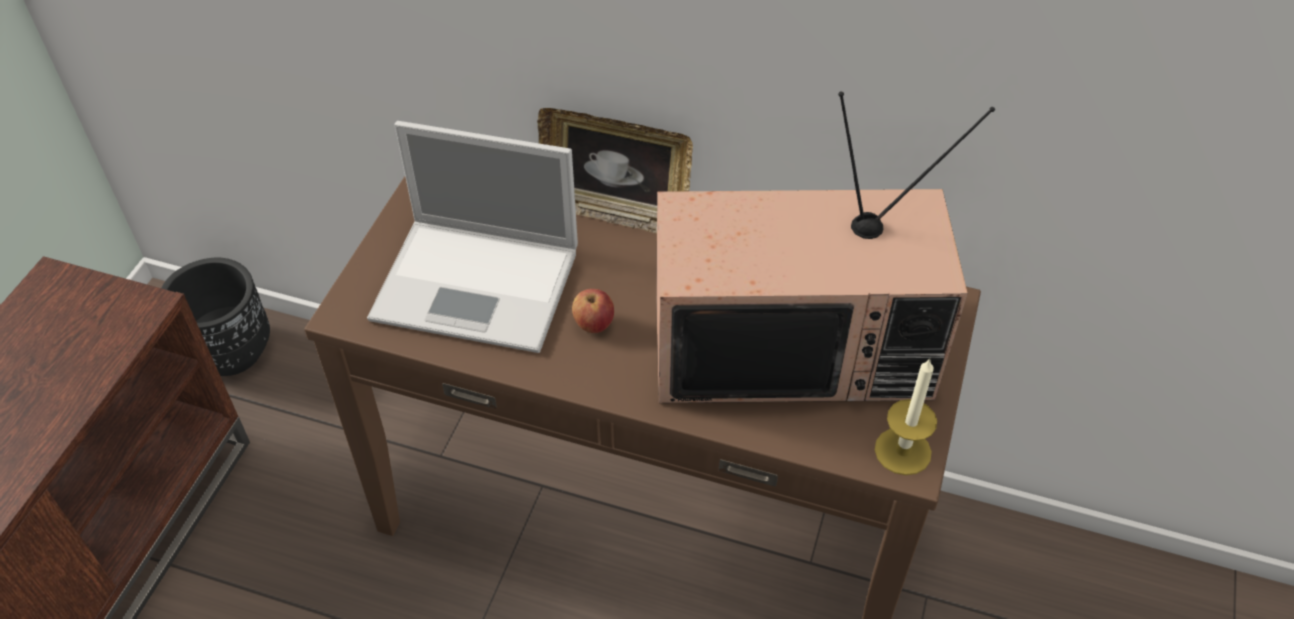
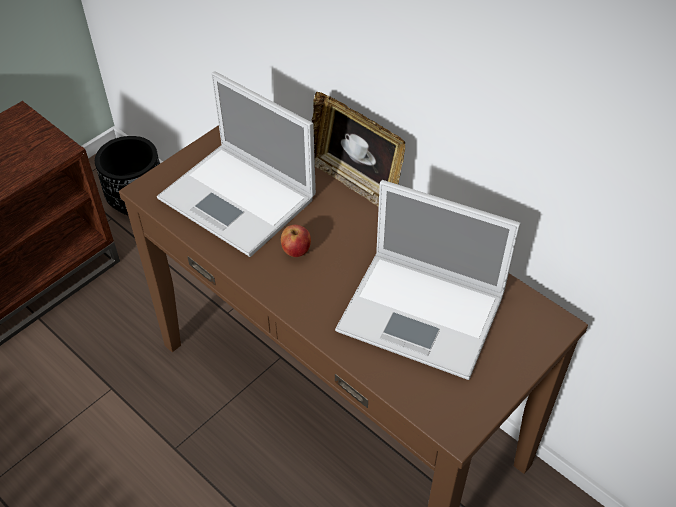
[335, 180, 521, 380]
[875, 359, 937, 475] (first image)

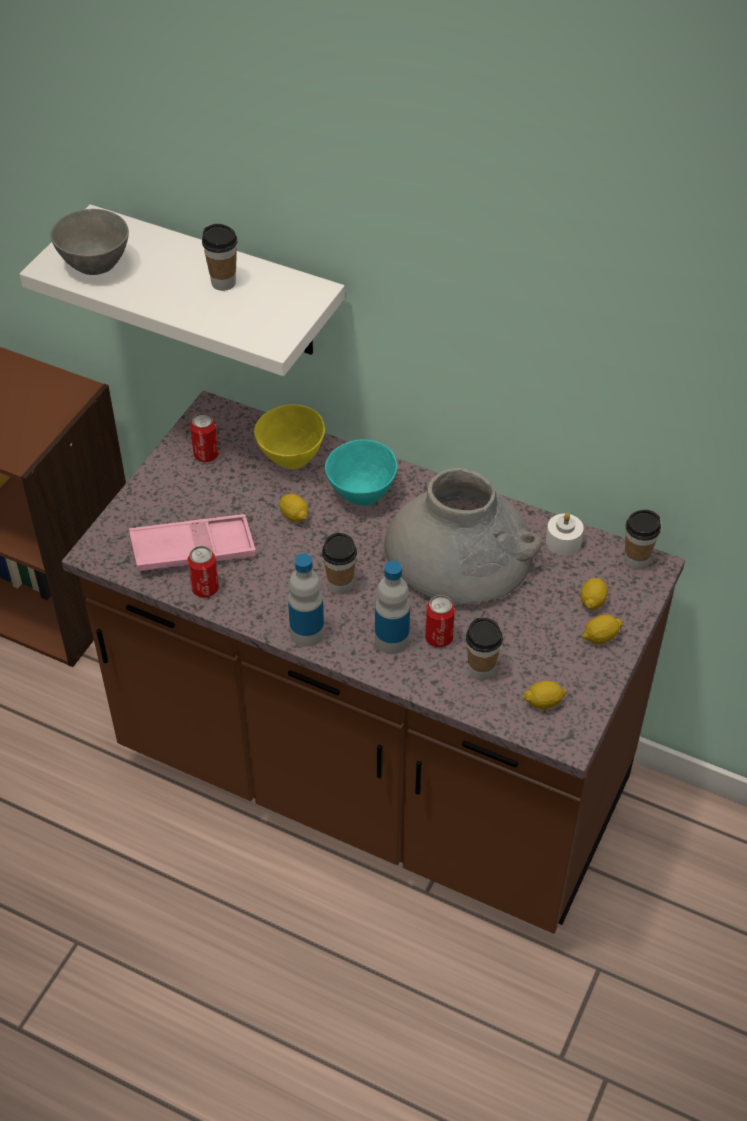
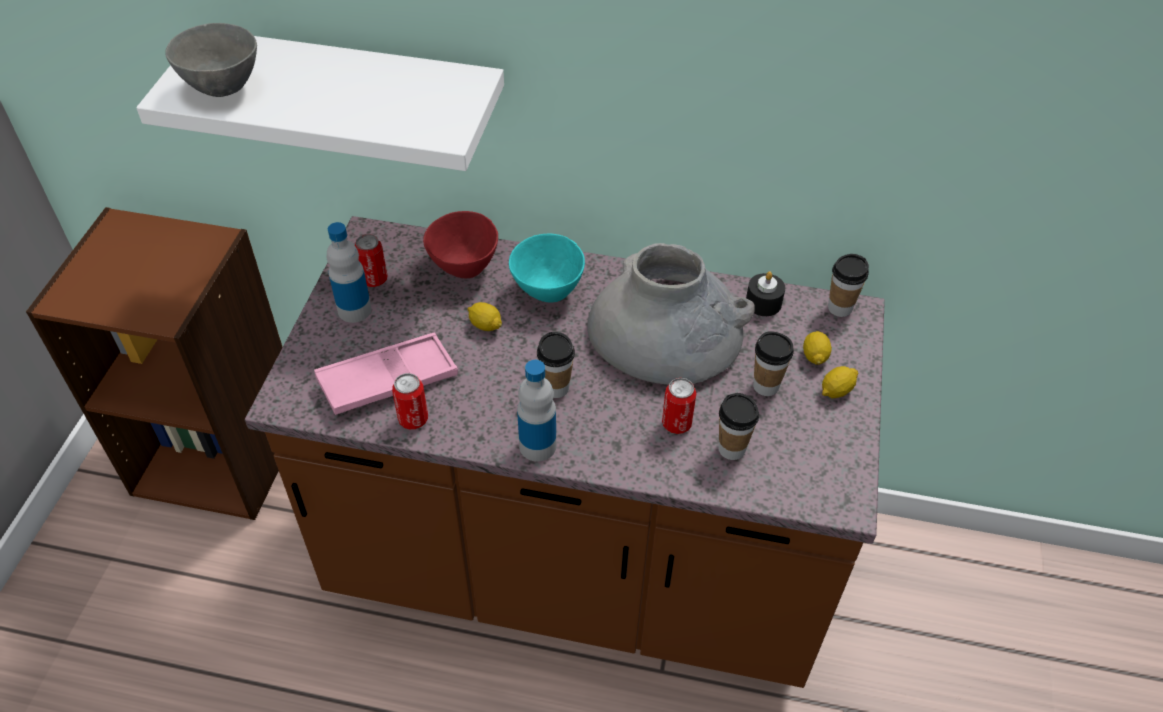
[753, 331, 794, 396]
[423, 211, 498, 278]
[746, 272, 785, 316]
[327, 222, 372, 323]
[523, 681, 568, 709] (first image)

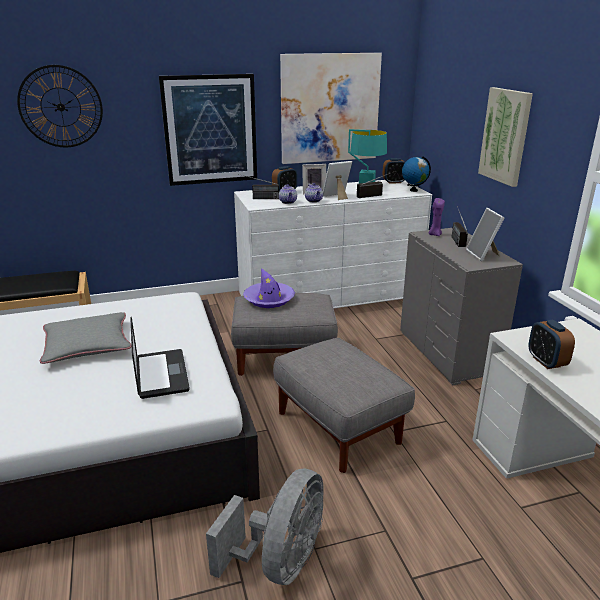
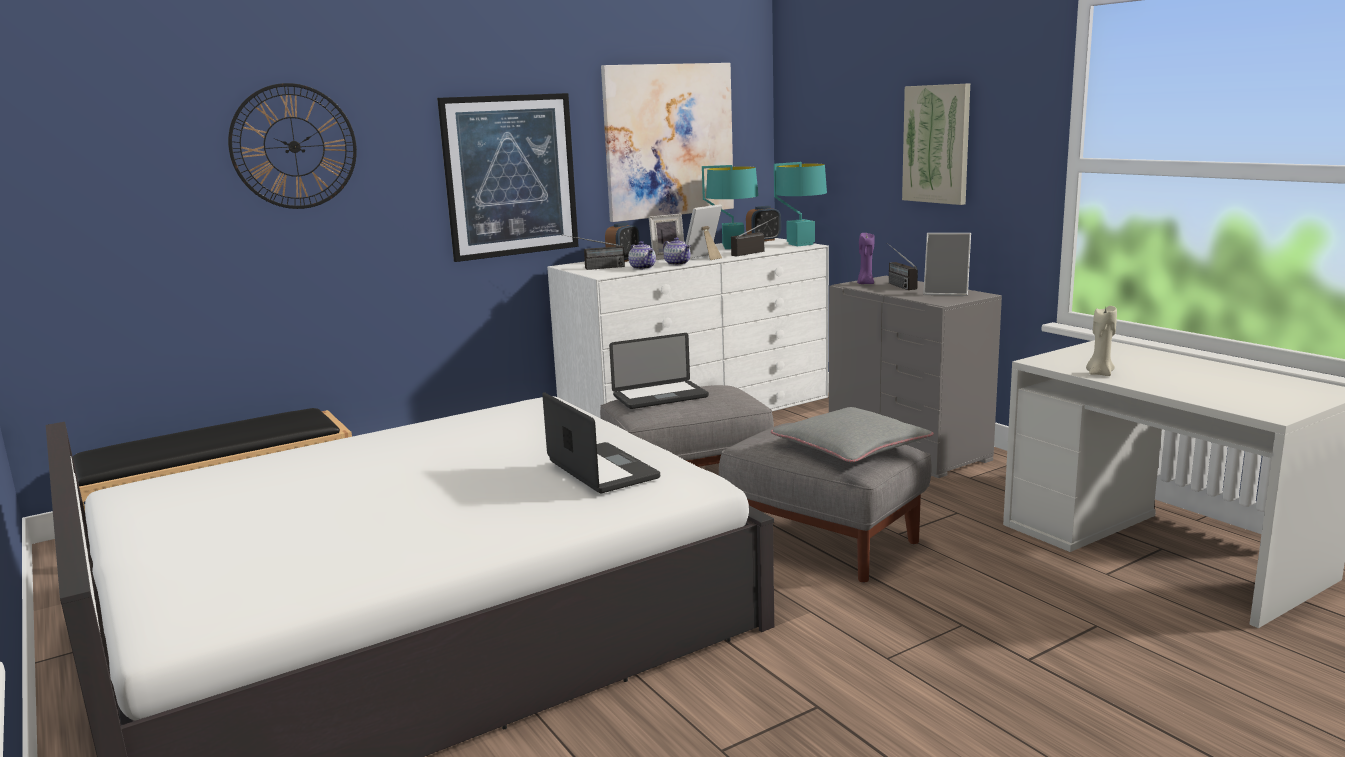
[774, 162, 827, 246]
[923, 233, 971, 296]
[609, 333, 709, 409]
[771, 407, 934, 463]
[1086, 306, 1117, 376]
[206, 469, 324, 585] (first image)

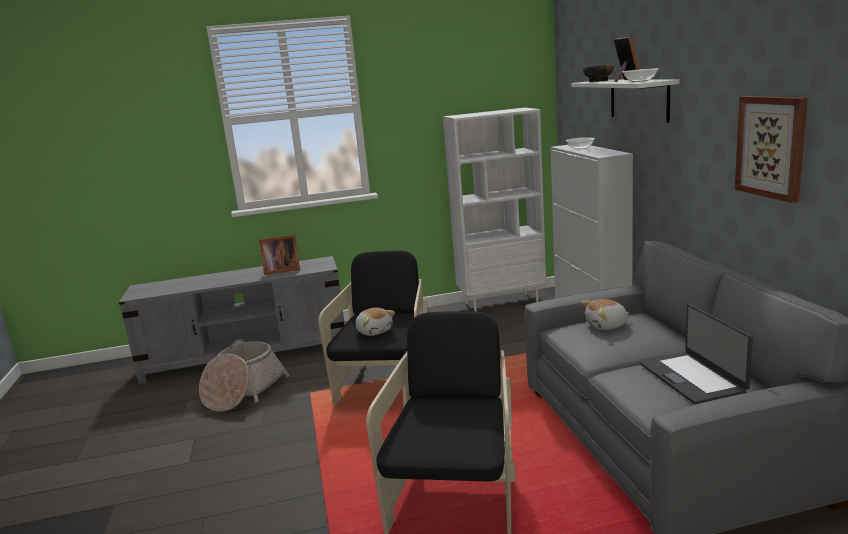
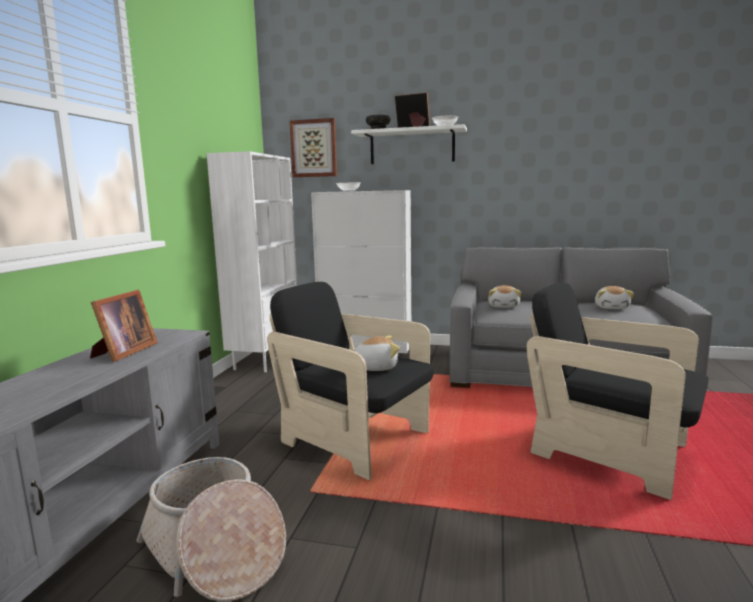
[290, 118, 337, 177]
[595, 286, 634, 309]

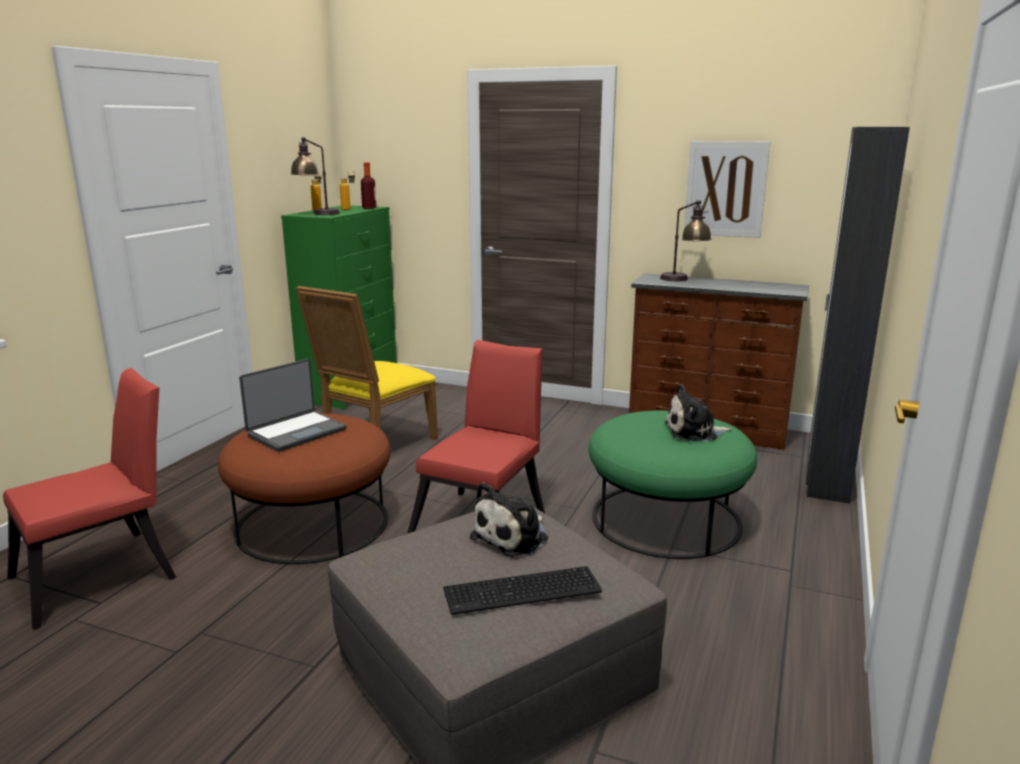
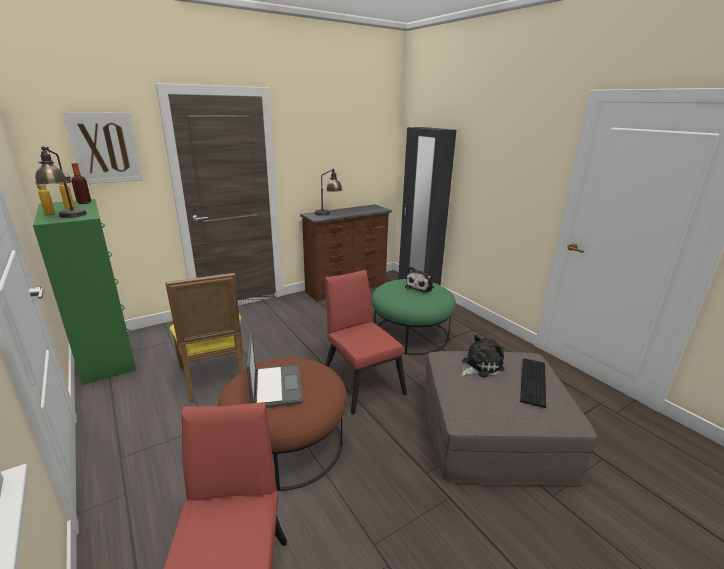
[63, 112, 143, 184]
[461, 335, 504, 377]

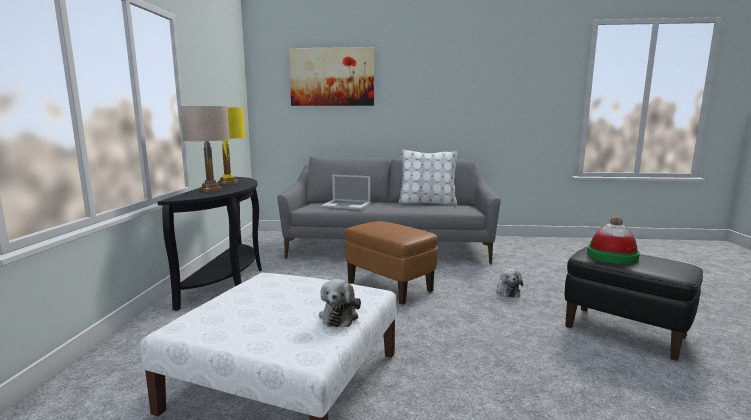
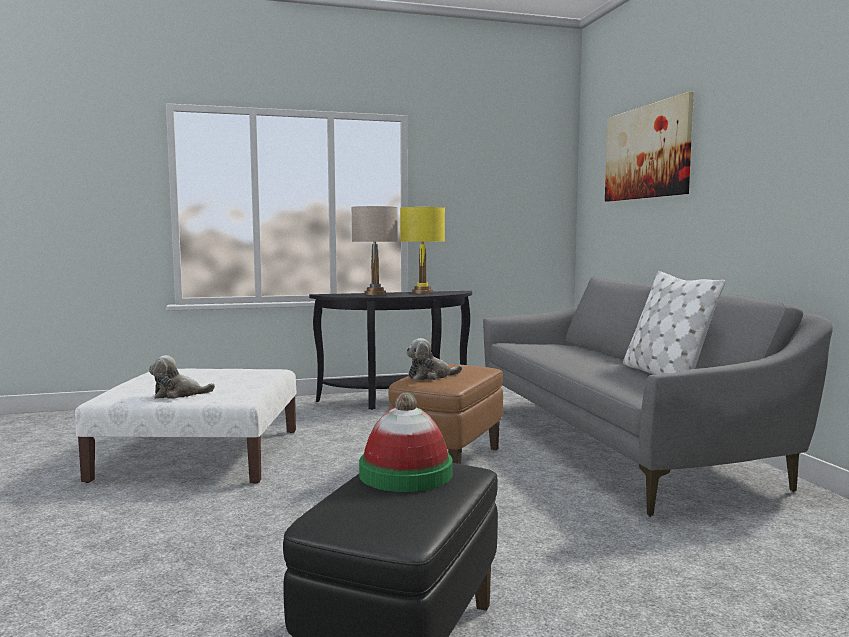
[321, 175, 370, 210] (first image)
[406, 338, 462, 380]

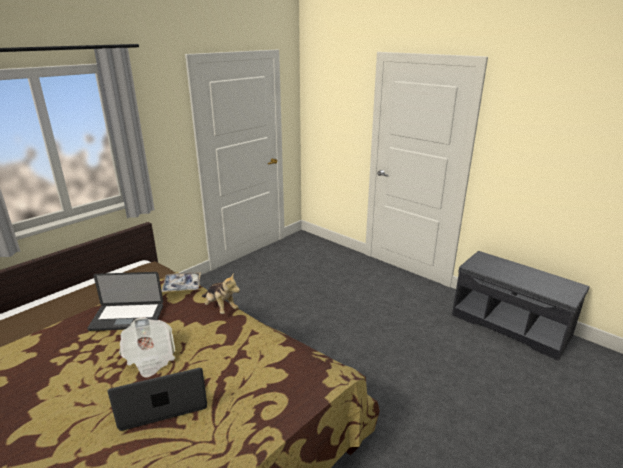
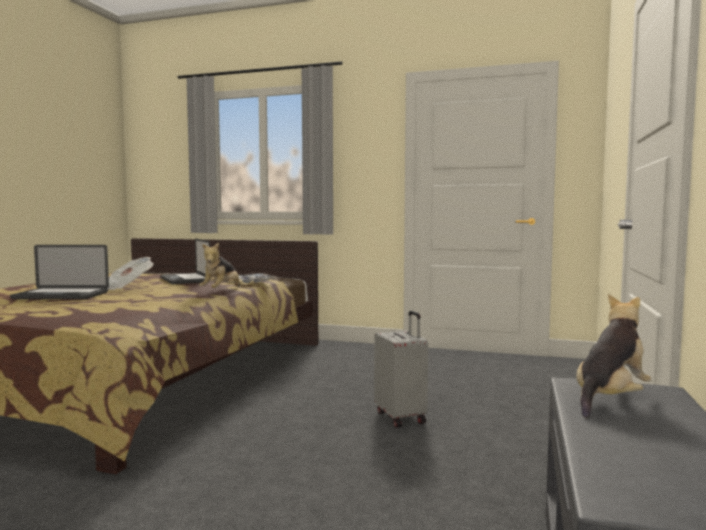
[10, 245, 109, 299]
[576, 294, 652, 418]
[374, 311, 428, 428]

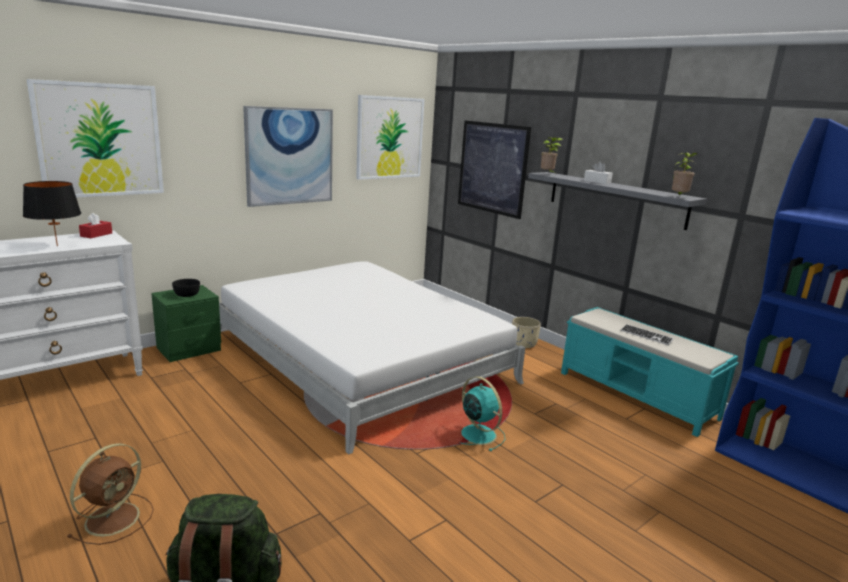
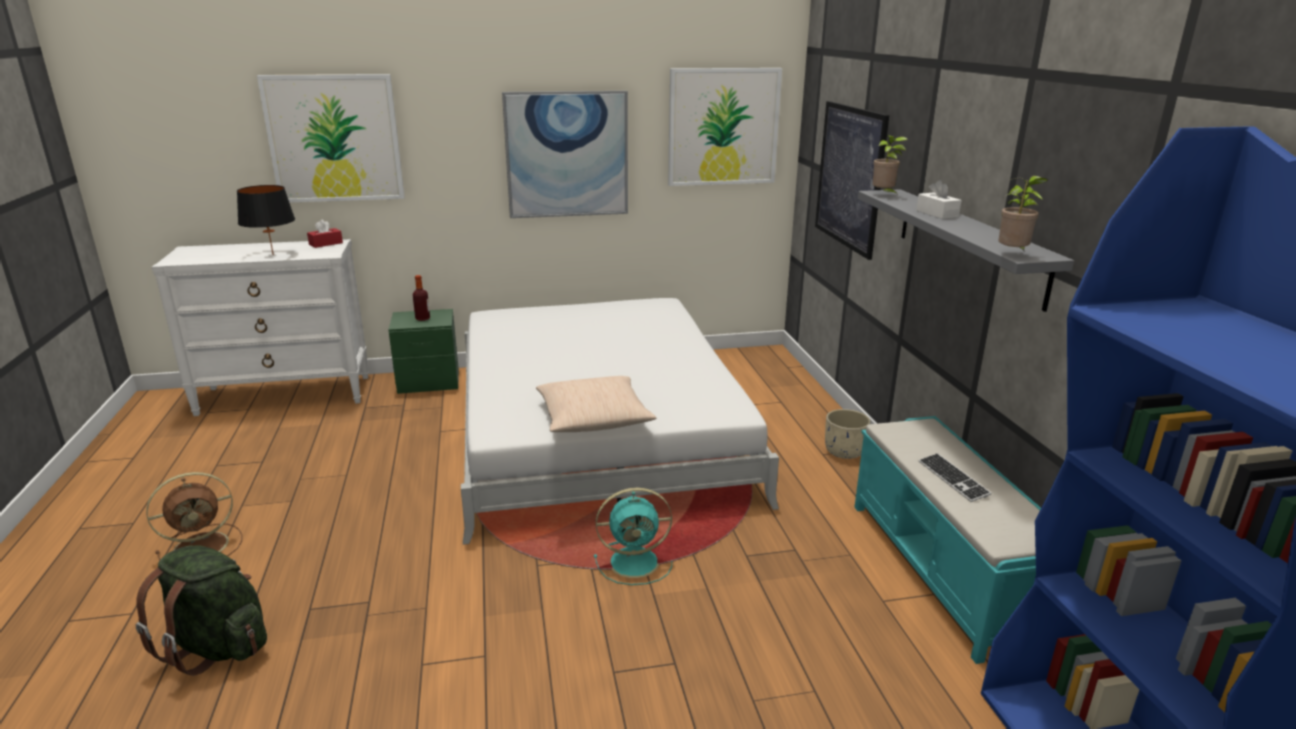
[413, 275, 430, 321]
[594, 488, 672, 585]
[536, 376, 656, 432]

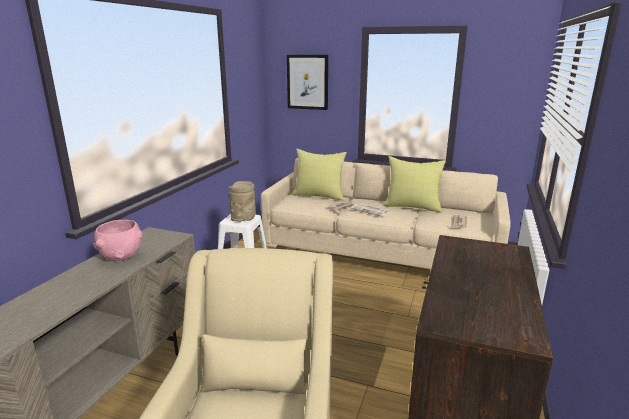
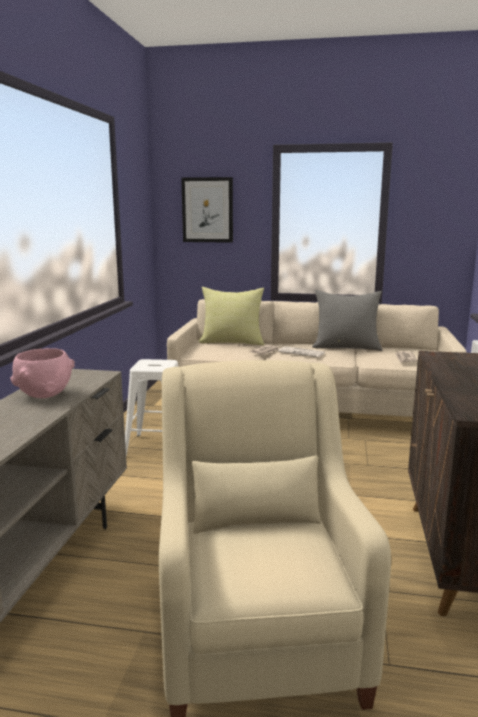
[312, 290, 382, 351]
[229, 181, 256, 222] (first image)

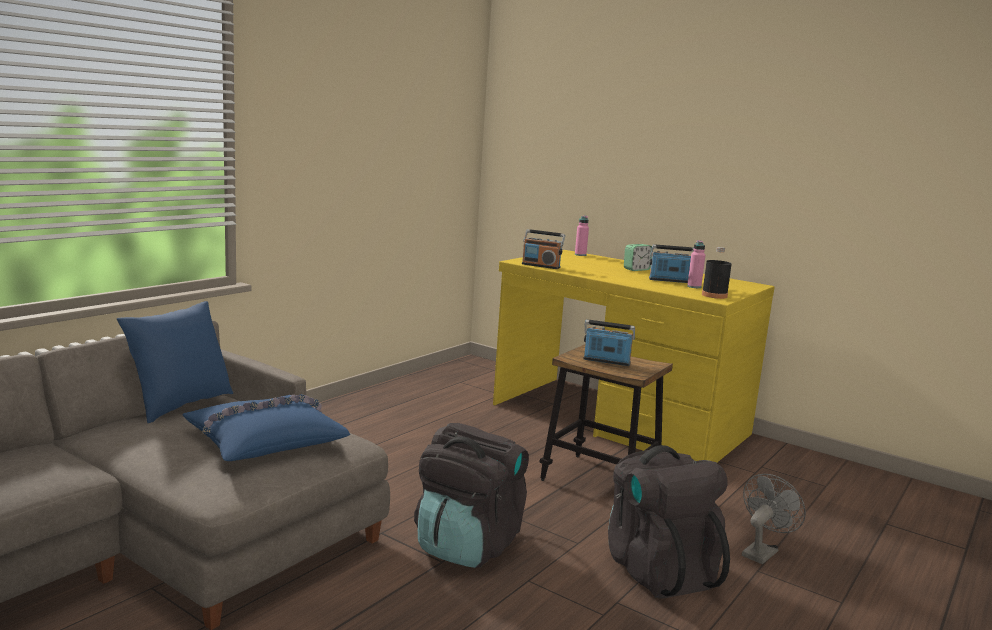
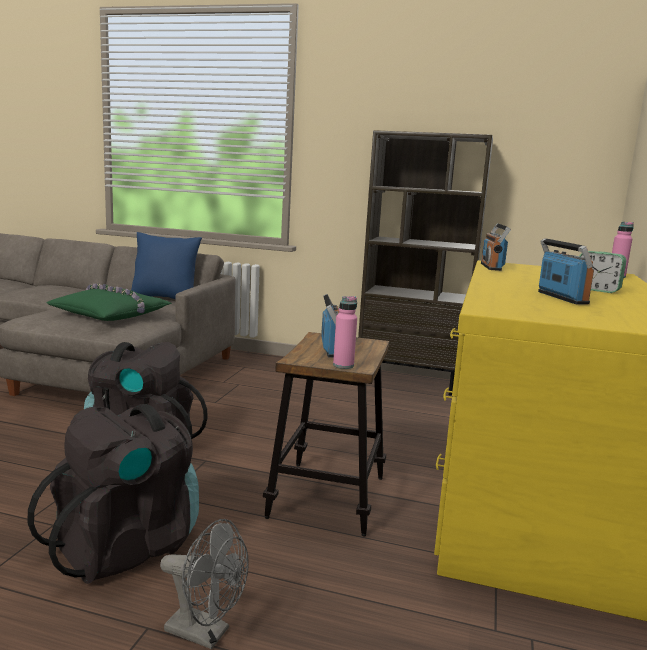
[333, 296, 357, 369]
[702, 247, 732, 299] (first image)
[47, 283, 172, 321]
[358, 130, 493, 396]

